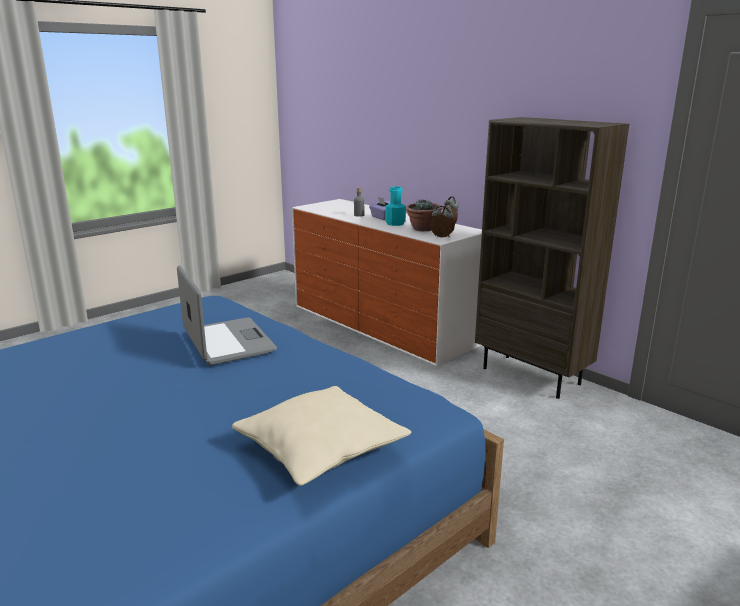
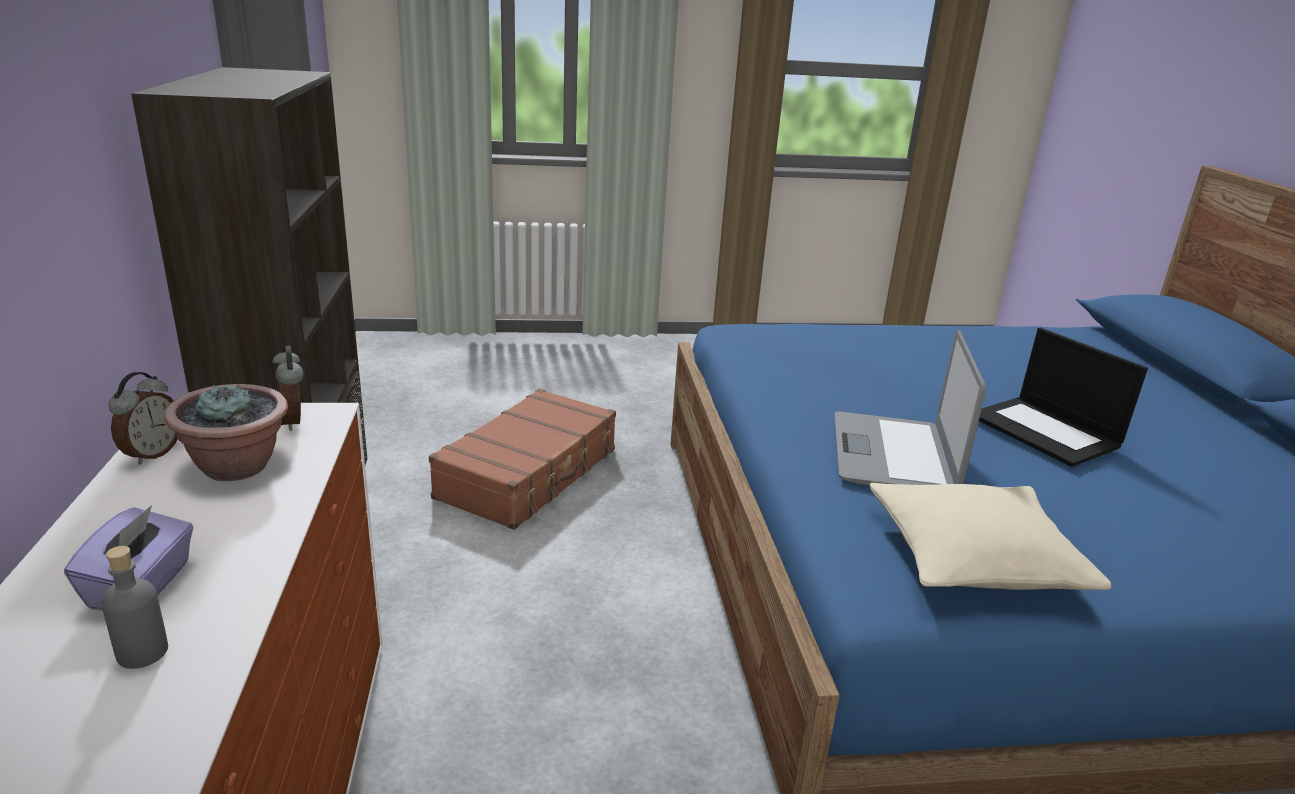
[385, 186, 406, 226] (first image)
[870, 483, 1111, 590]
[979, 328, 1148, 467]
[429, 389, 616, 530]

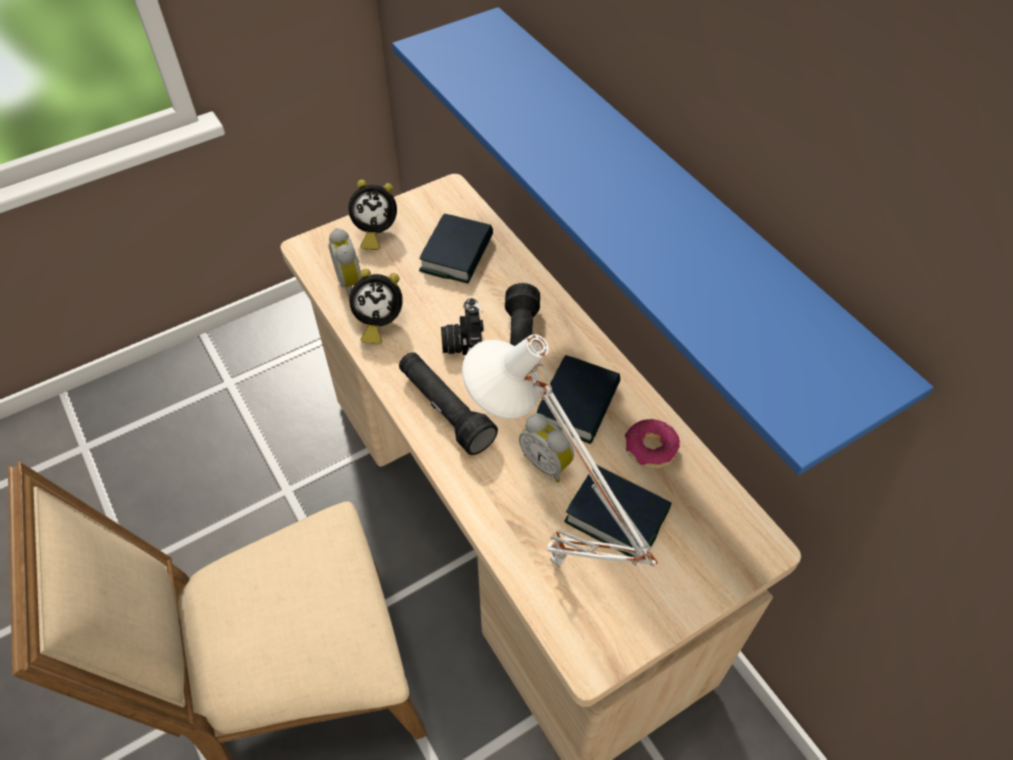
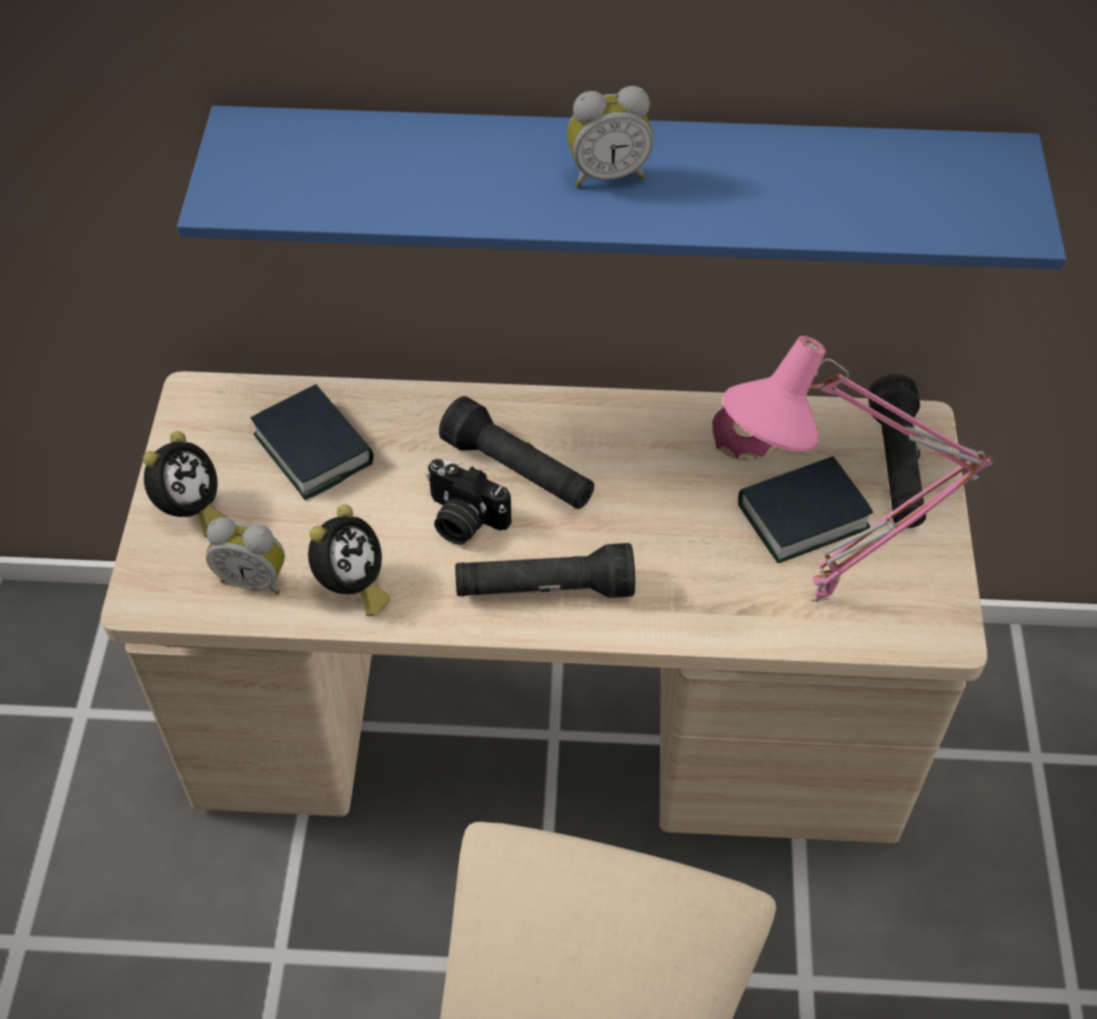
[723, 336, 993, 602]
[537, 355, 621, 444] (first image)
[567, 86, 654, 187]
[868, 375, 926, 528]

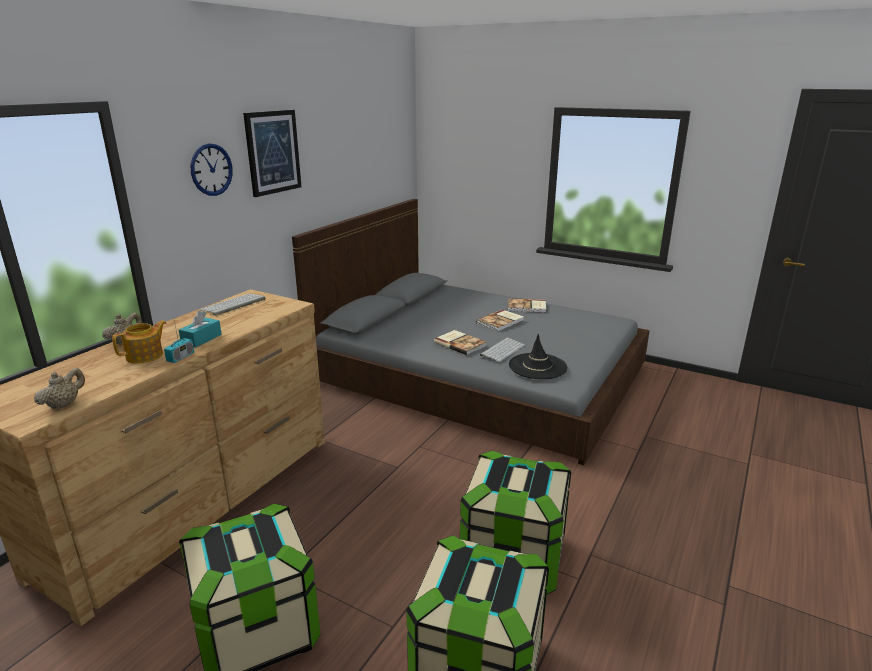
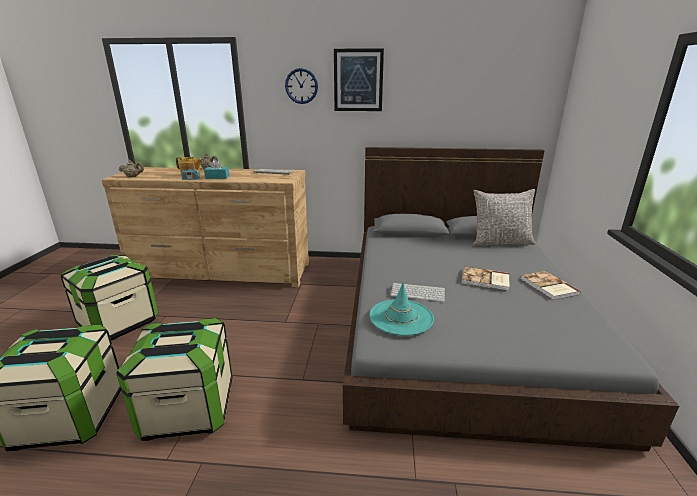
[434, 330, 487, 355] (first image)
[370, 282, 434, 336]
[473, 189, 535, 246]

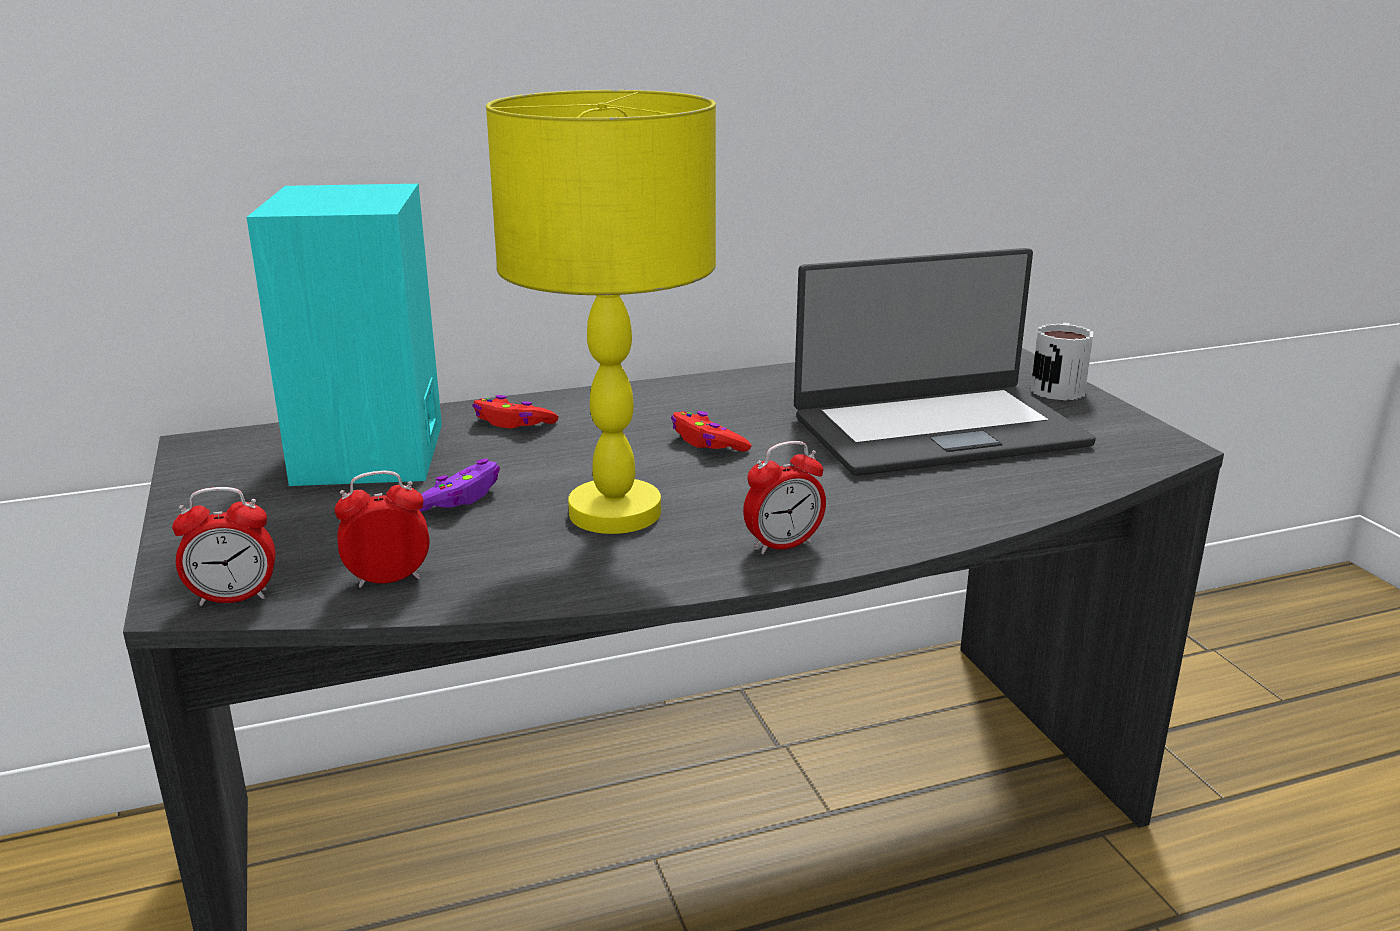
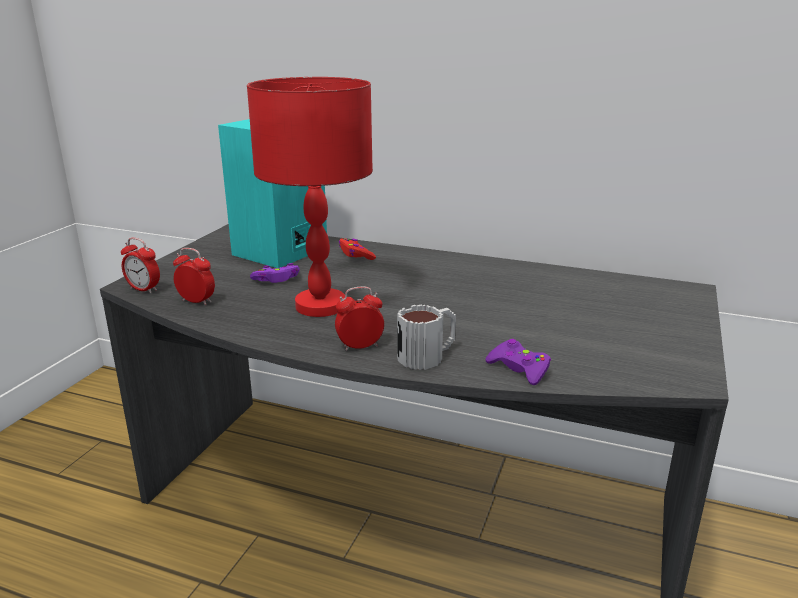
[247, 77, 373, 317]
[794, 248, 1096, 476] (first image)
[397, 305, 456, 370]
[671, 411, 752, 452] (first image)
[335, 286, 384, 351]
[485, 339, 551, 385]

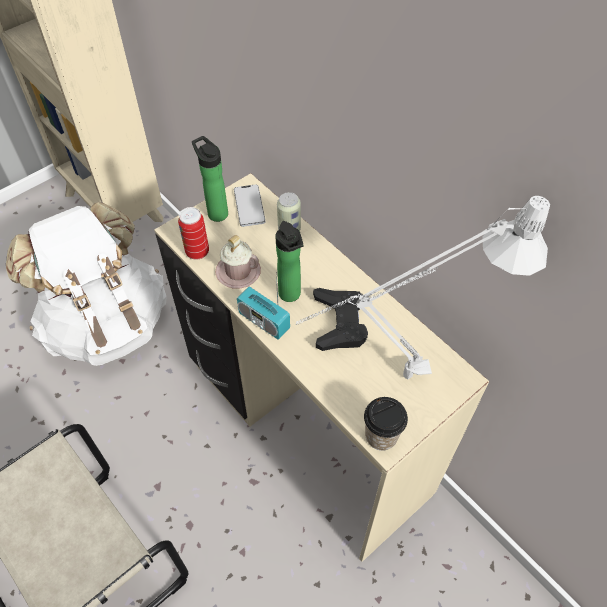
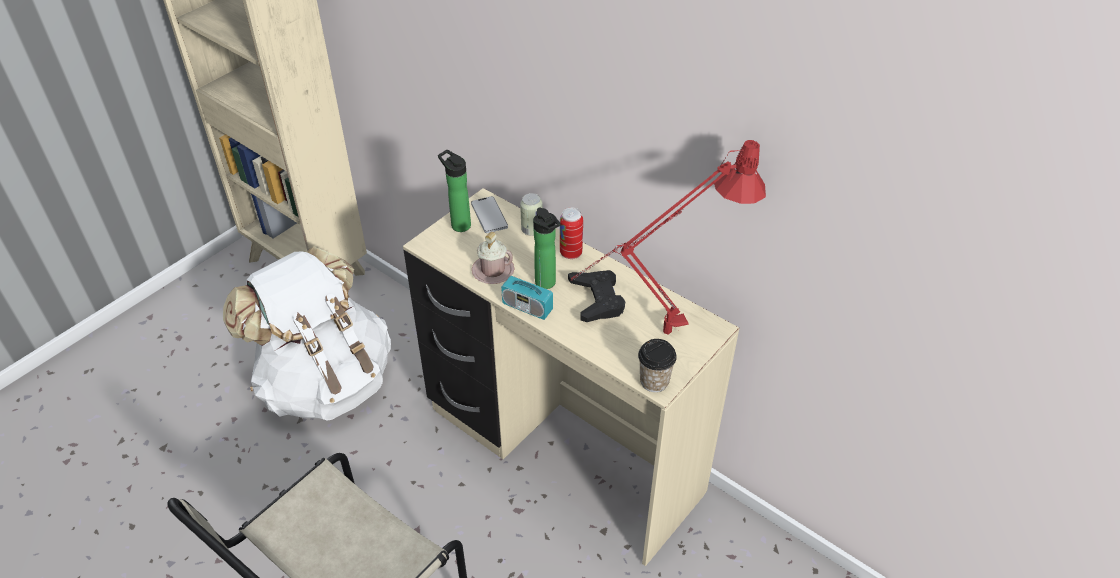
[571, 140, 766, 334]
[560, 207, 583, 259]

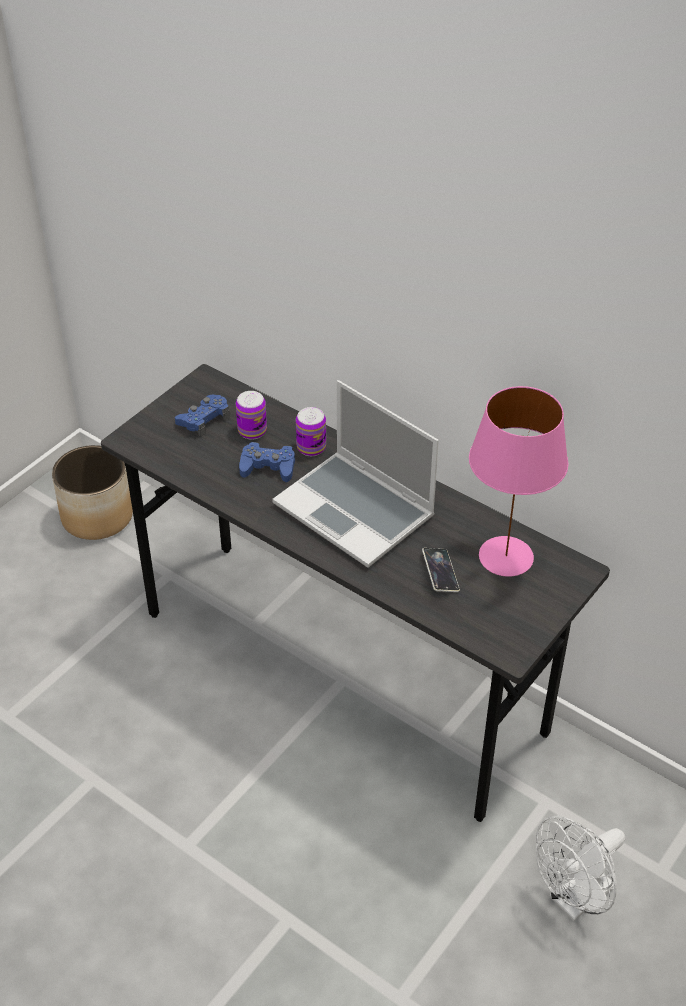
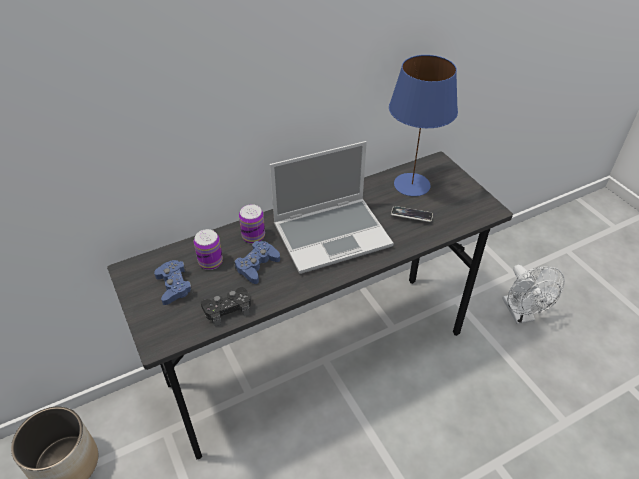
[389, 55, 458, 196]
[201, 287, 251, 326]

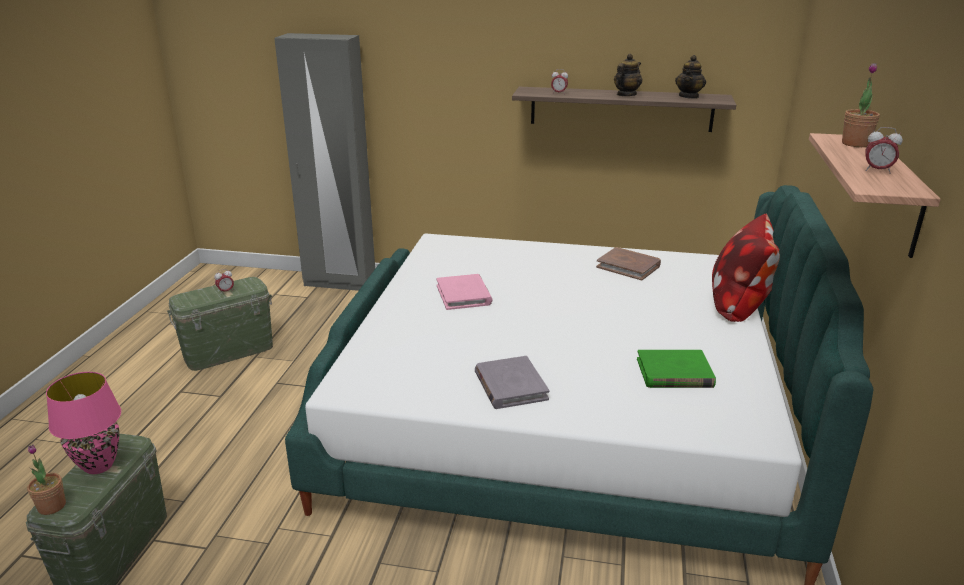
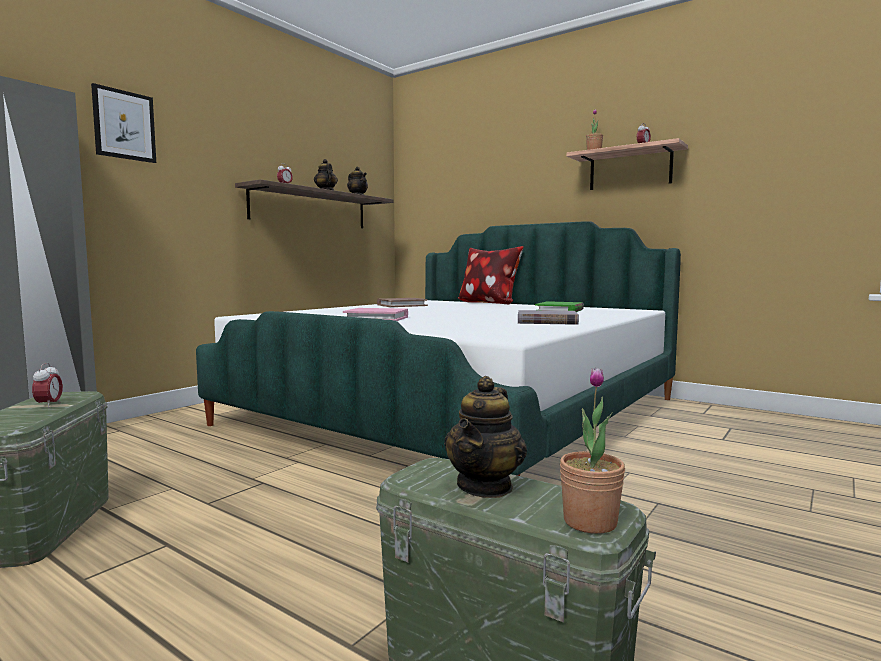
[444, 376, 527, 498]
[91, 83, 156, 163]

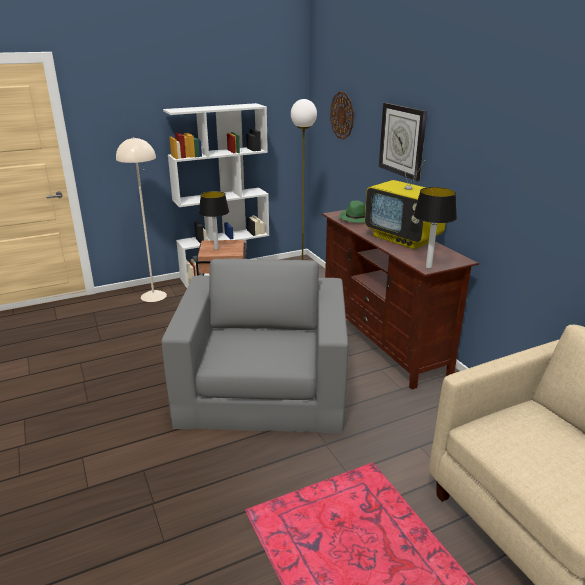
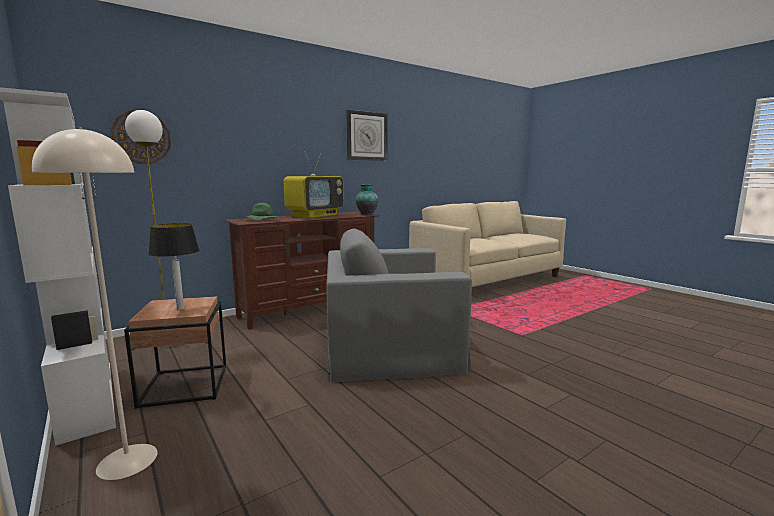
[346, 110, 388, 161]
[356, 184, 378, 215]

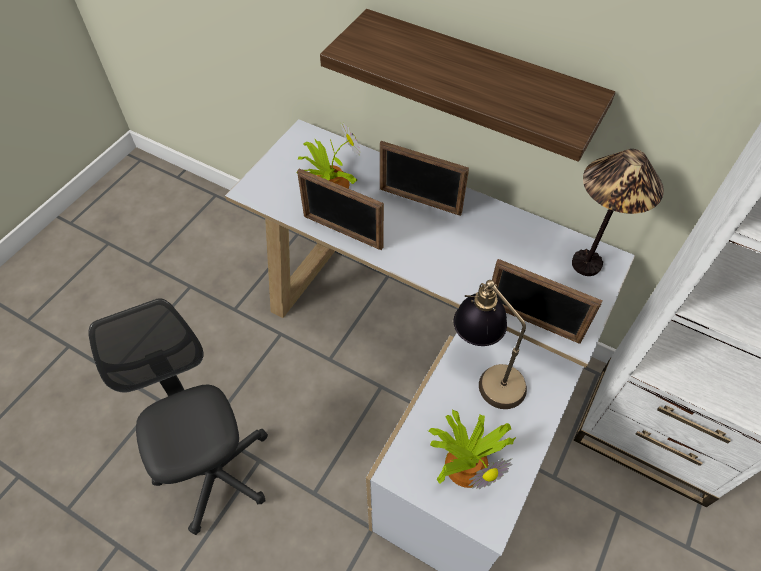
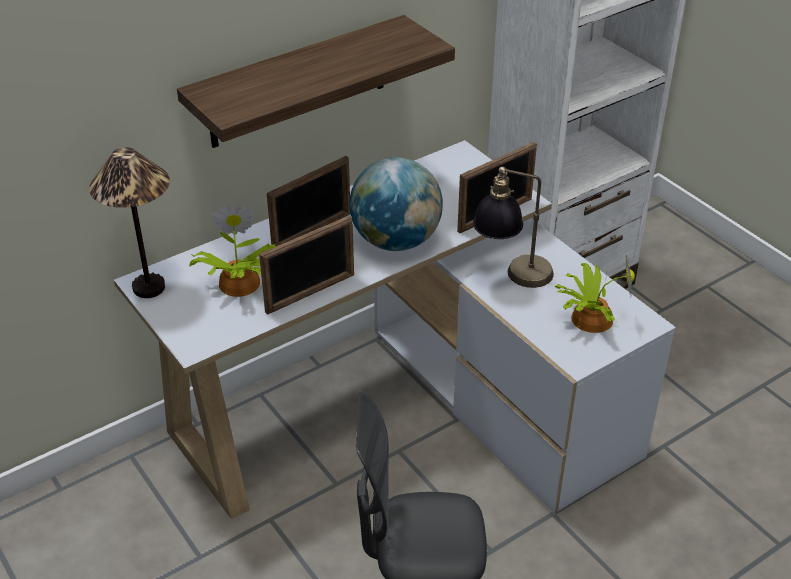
[89, 147, 170, 298]
[349, 157, 443, 251]

